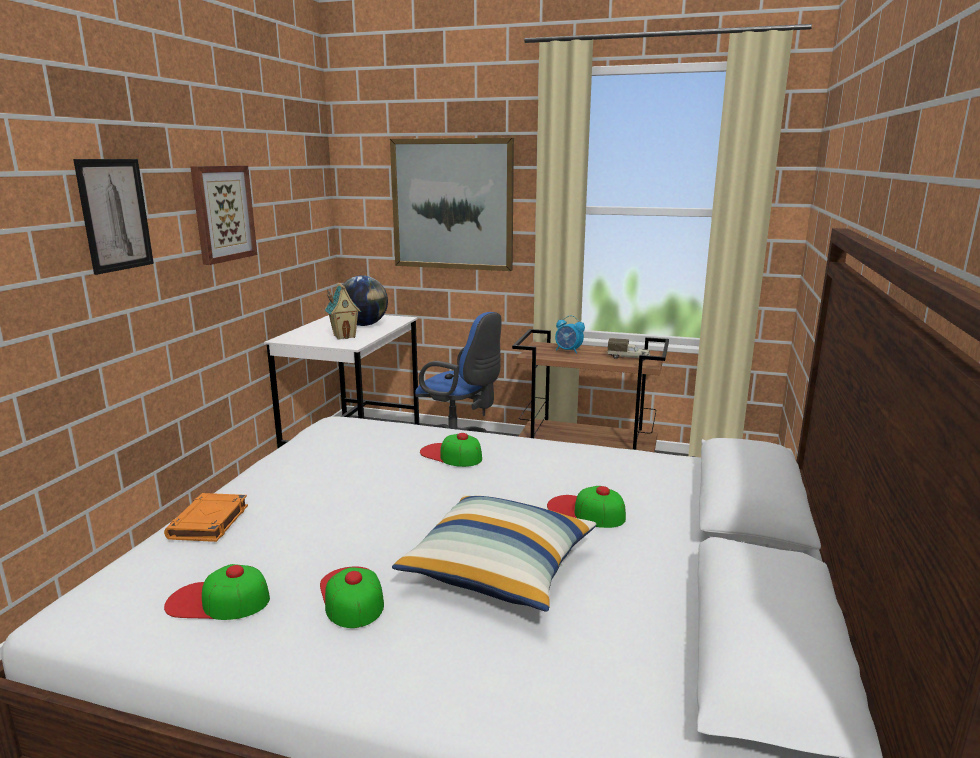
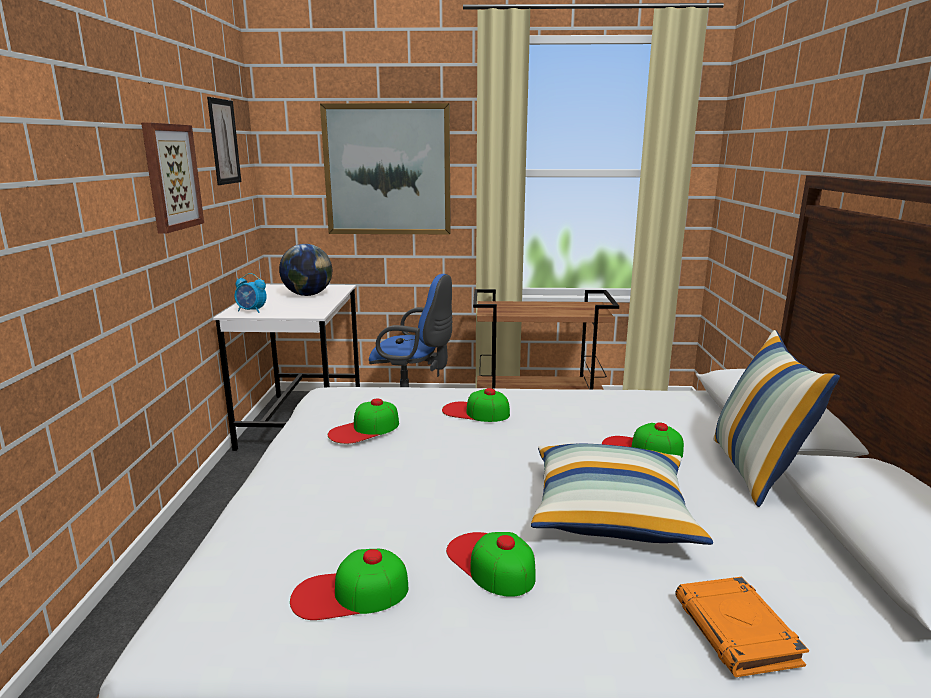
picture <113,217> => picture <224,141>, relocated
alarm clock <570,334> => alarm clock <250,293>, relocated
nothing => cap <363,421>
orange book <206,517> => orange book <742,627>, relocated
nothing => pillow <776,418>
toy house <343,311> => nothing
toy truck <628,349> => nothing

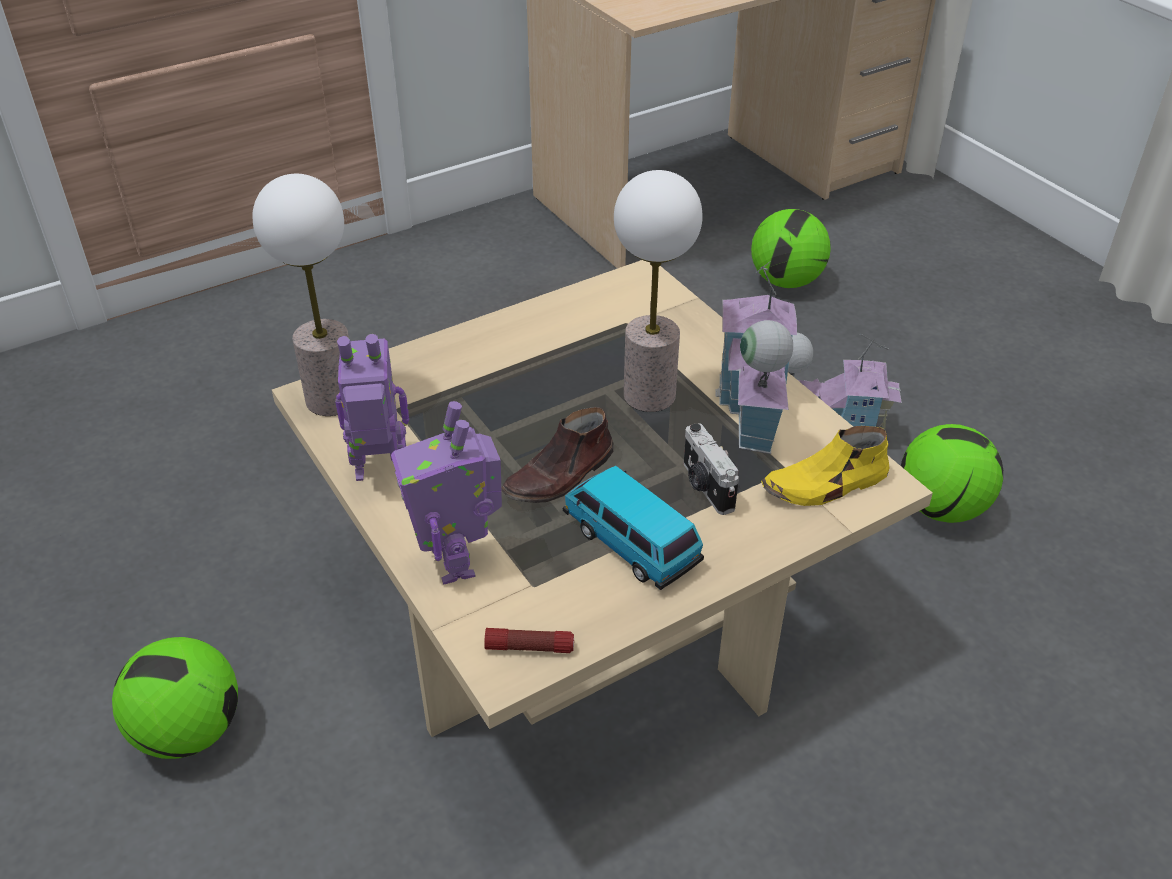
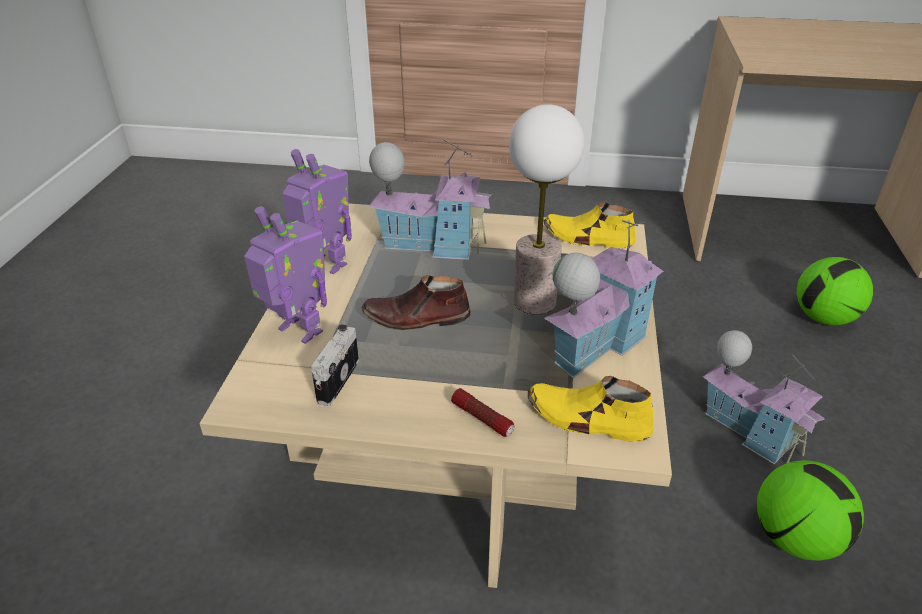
toy robot <446,493> => toy robot <285,275>, 105 degrees clockwise
photo camera <711,469> => photo camera <335,365>, relocated
nothing => toy house <430,199>
flashlight <529,640> => flashlight <482,412>, relocated
nothing => yellow shoe <589,225>
football <175,698> => nothing
table lamp <300,295> => nothing
toy car <633,528> => nothing

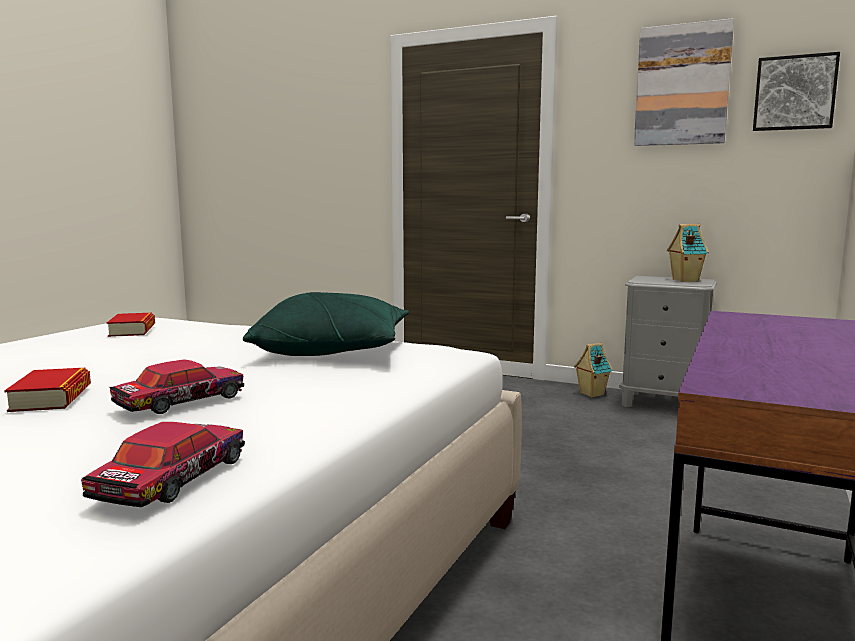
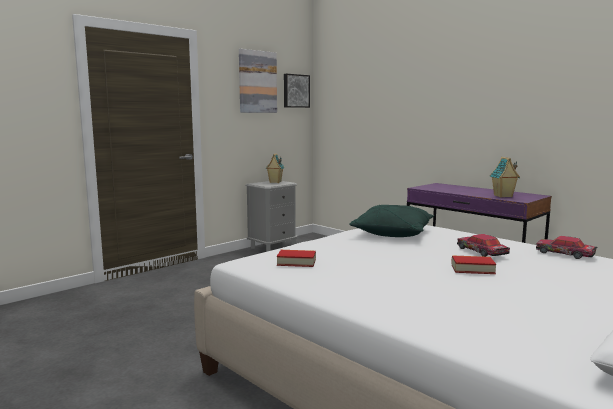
toy house <593,370> => toy house <505,177>, relocated

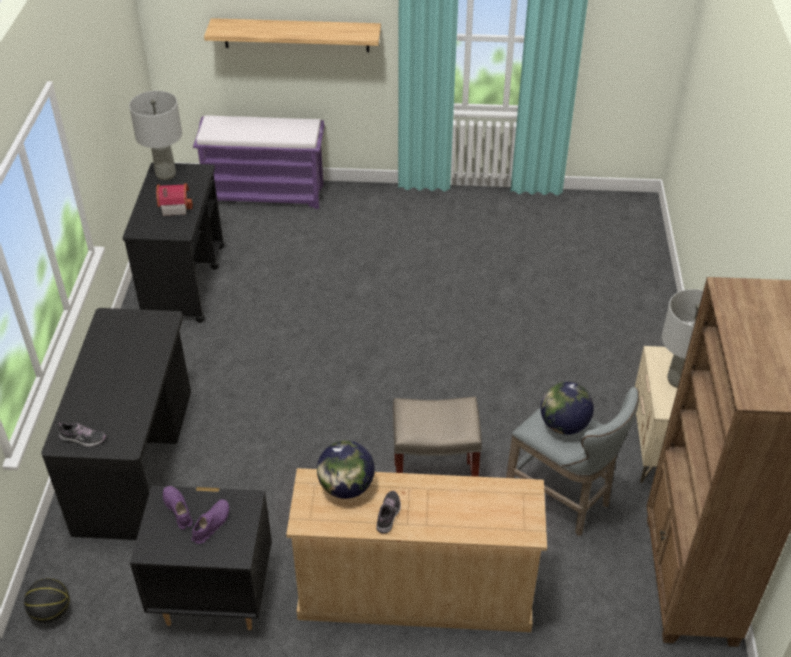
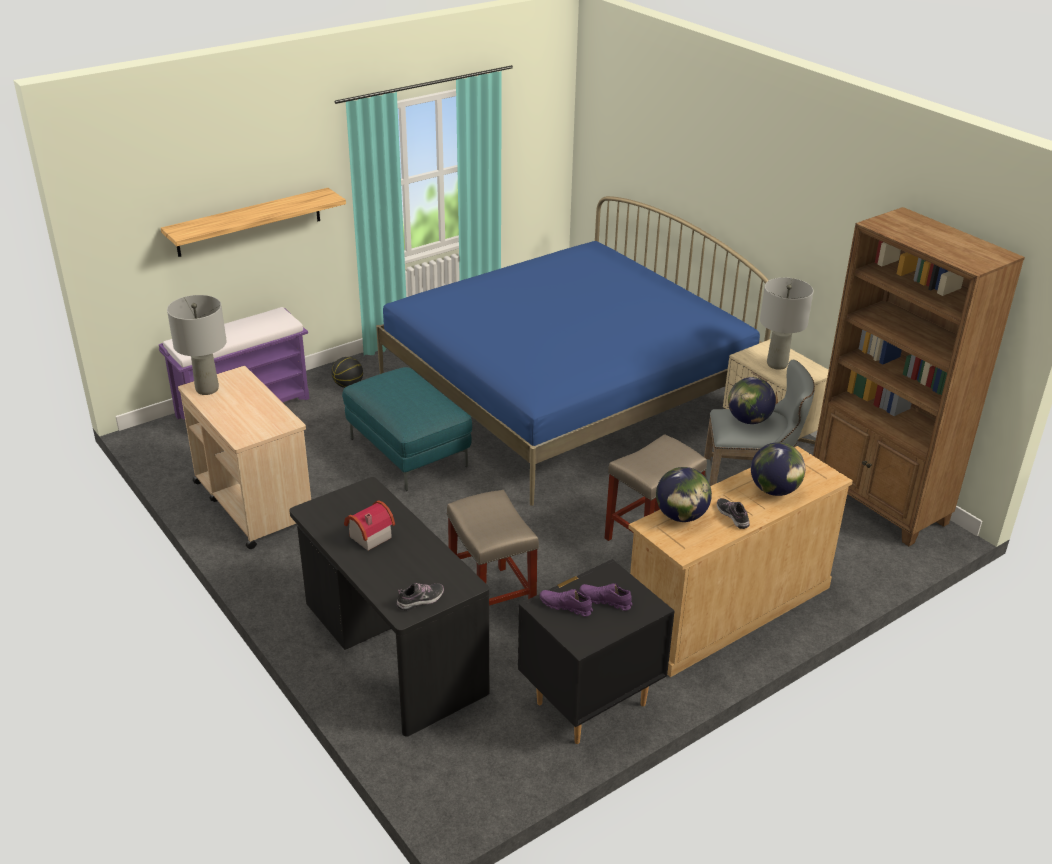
black cart <173,242> => beige cart <244,457>
basketball <47,600> => basketball <347,372>, relocated
nothing => turquoise ottoman <407,429>
toy house <174,199> => toy house <369,525>, relocated
nothing => blue bed <573,351>
nothing => beige stool <493,548>
purple shoe <210,521> => purple shoe <605,597>, 60 degrees counterclockwise
nothing => globe <778,469>

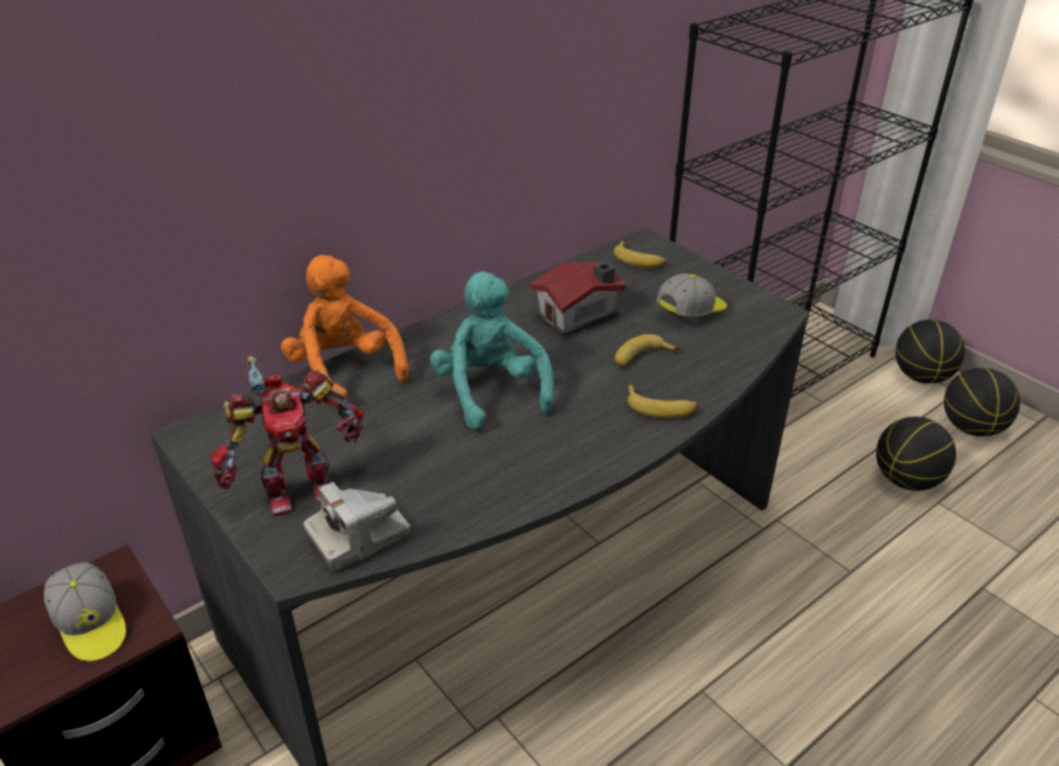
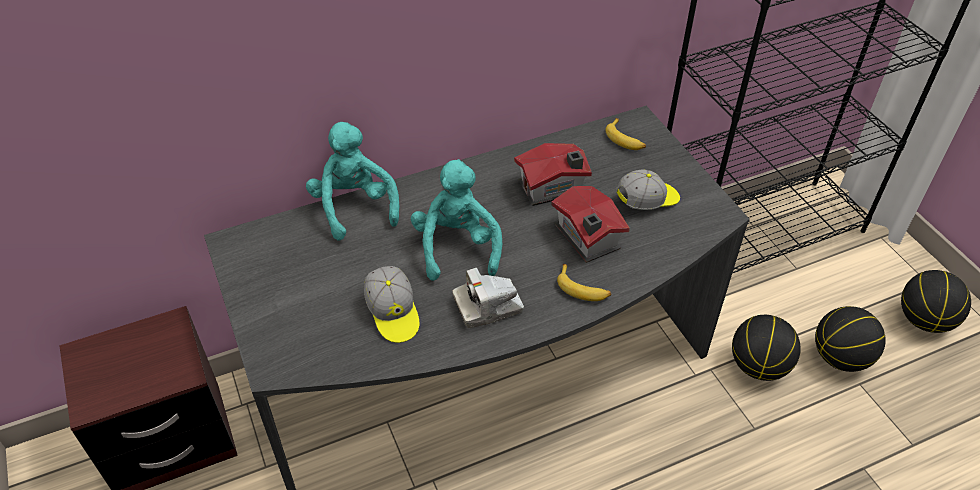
orange plush toy <344,331> => turquoise plush toy <352,181>
cap <85,612> => cap <392,304>, relocated
photo camera <357,526> => photo camera <488,298>, relocated
banana <647,350> => toy house <590,224>
basketball <930,352> => basketball <766,348>, relocated
toy robot <287,436> => nothing

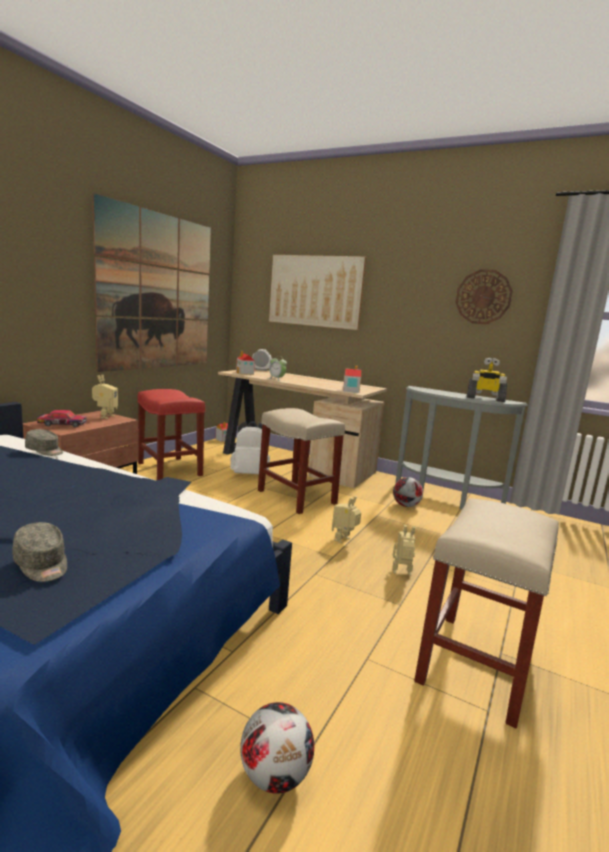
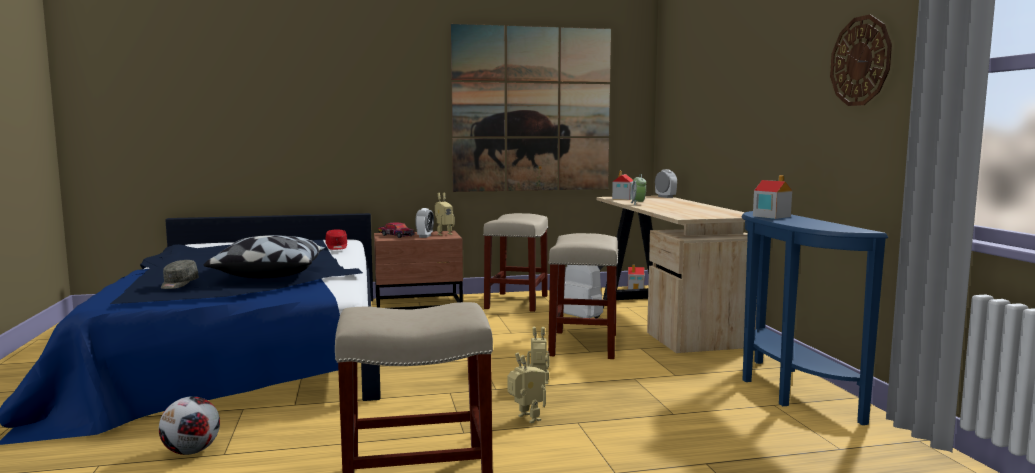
nothing => pillow <264,256>
grey cap <44,442> => red cap <336,239>
nothing => alarm clock <424,223>
red stool <171,434> => beige stool <515,262>
grey console table <462,447> => blue console table <814,318>
toy house <352,379> => toy house <772,197>, relocated
picture <317,292> => nothing
football <408,492> => nothing
toy robot <487,380> => nothing

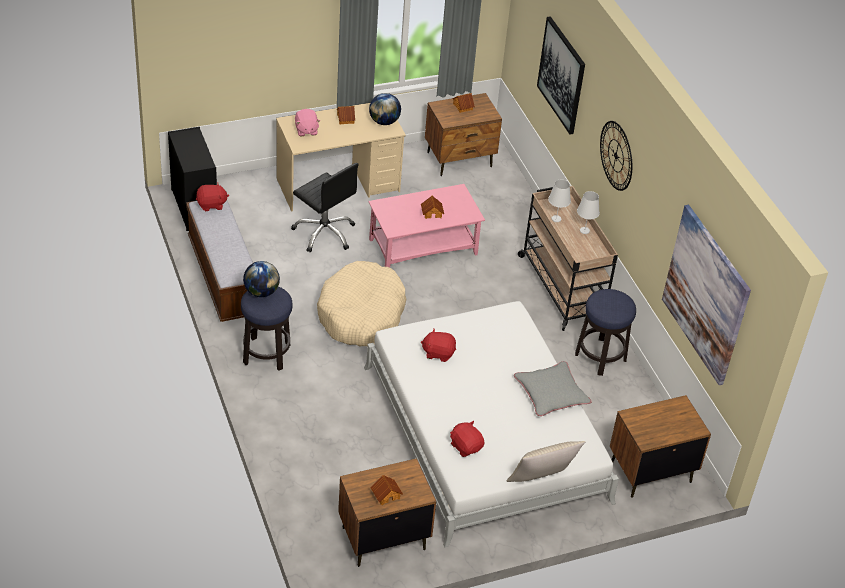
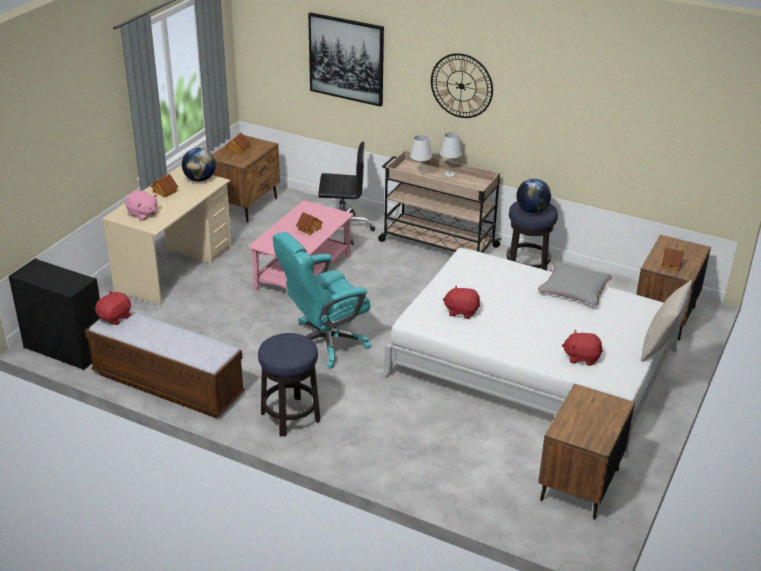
beige dog bed <361,303> => turquoise office chair <322,300>
black office chair <324,208> => black office chair <346,193>, relocated
red plush toy <438,345> => red plush toy <461,302>, 45 degrees clockwise
globe <261,279> => globe <533,195>, relocated
toy house <387,490> => toy house <673,259>, relocated
picture <706,295> => nothing

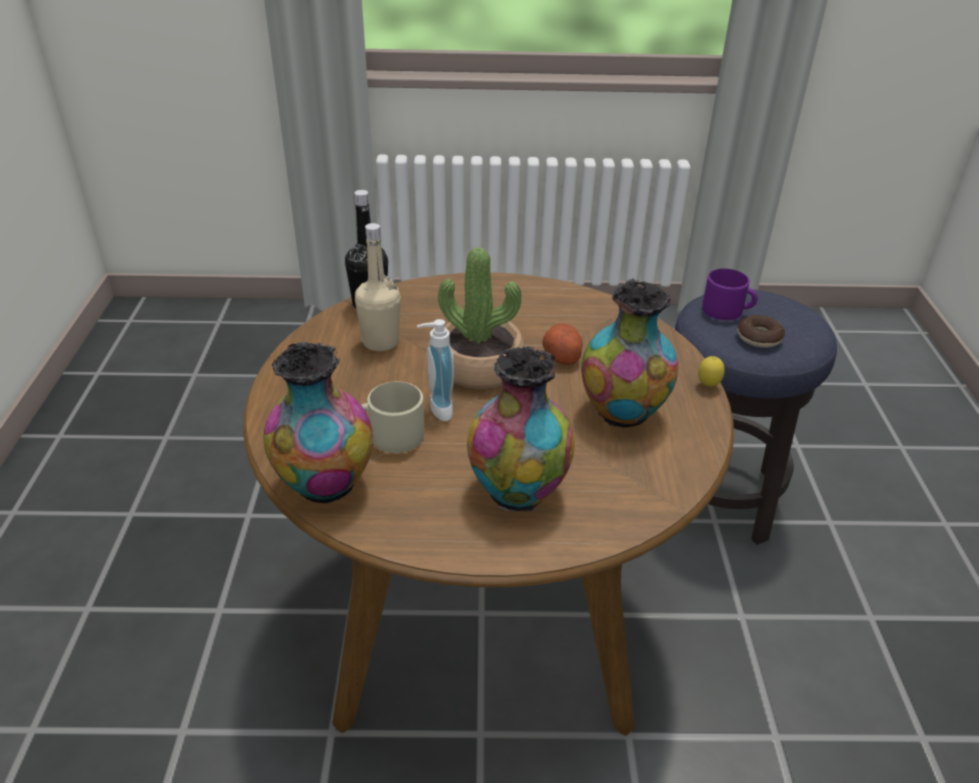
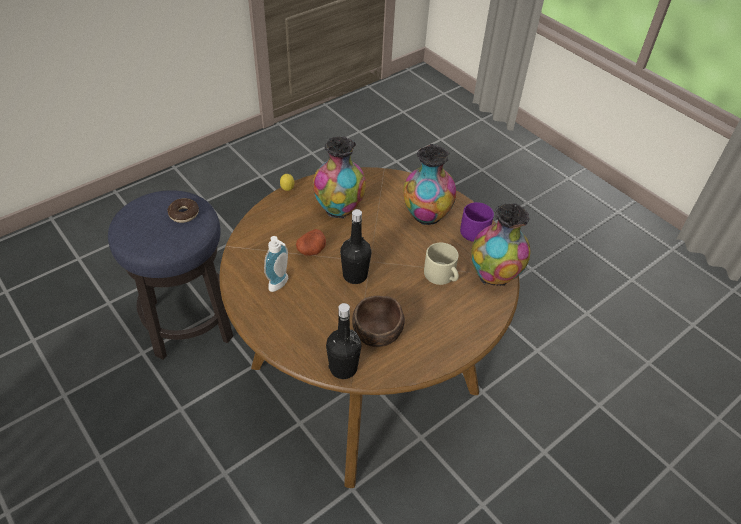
soap dispenser <435,370> => soap dispenser <276,264>, relocated
potted plant <481,318> => black bottle <355,246>
beige bottle <378,287> => brown bowl <378,321>
purple mug <730,294> => purple mug <477,222>, relocated

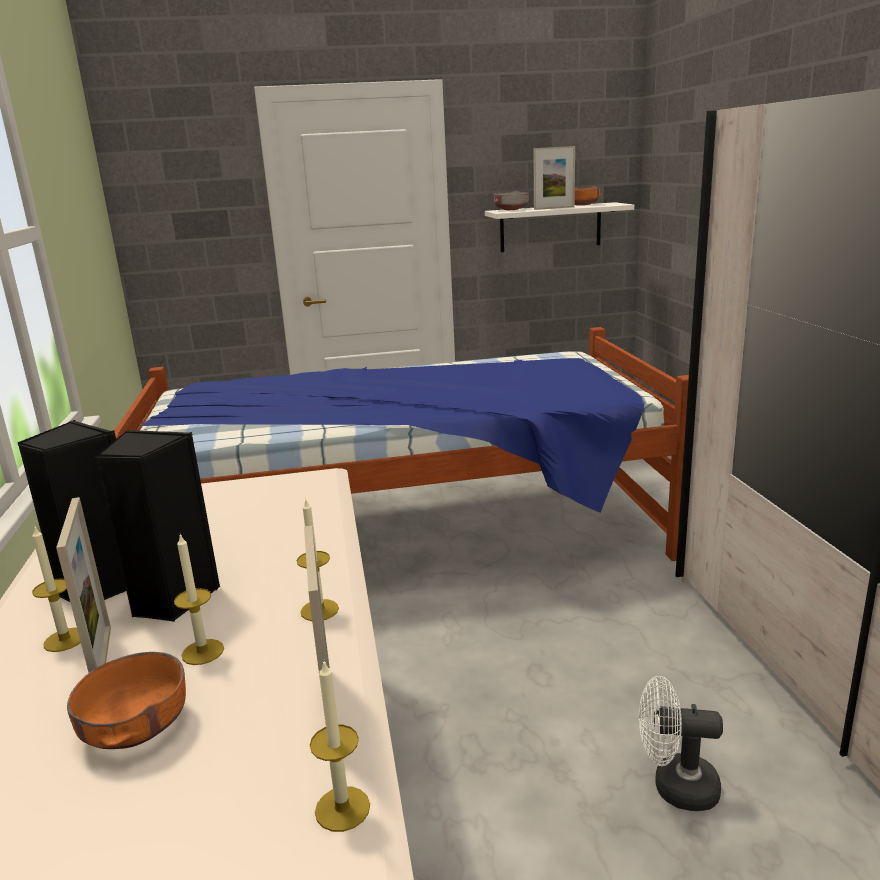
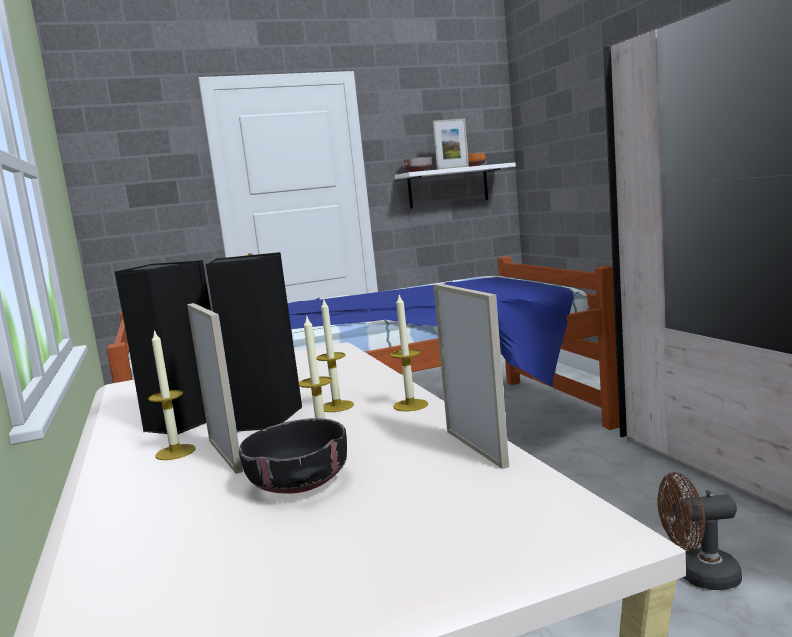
orange bowl <126,700> => black bowl <293,456>
candle <340,747> => candle <335,355>, relocated
white fan <681,743> => brown fan <699,531>

